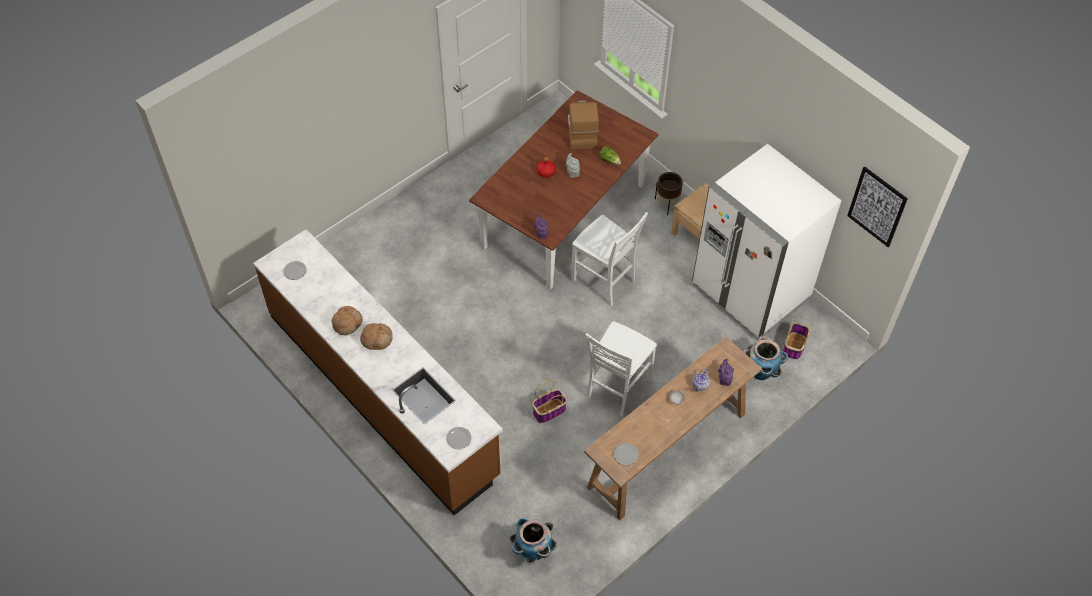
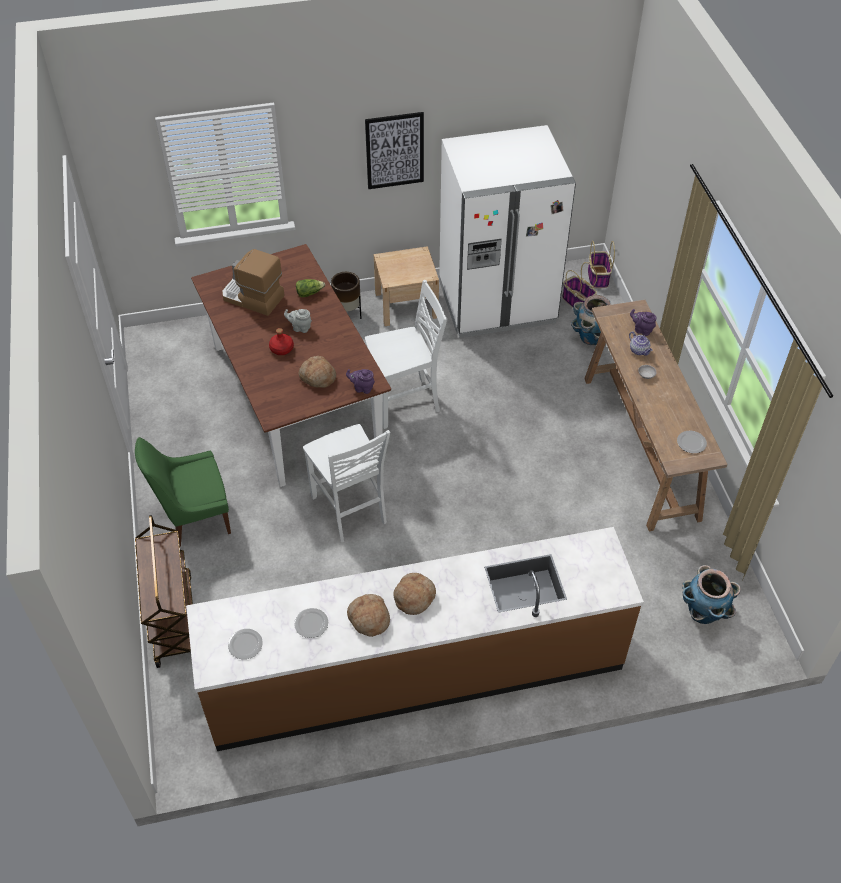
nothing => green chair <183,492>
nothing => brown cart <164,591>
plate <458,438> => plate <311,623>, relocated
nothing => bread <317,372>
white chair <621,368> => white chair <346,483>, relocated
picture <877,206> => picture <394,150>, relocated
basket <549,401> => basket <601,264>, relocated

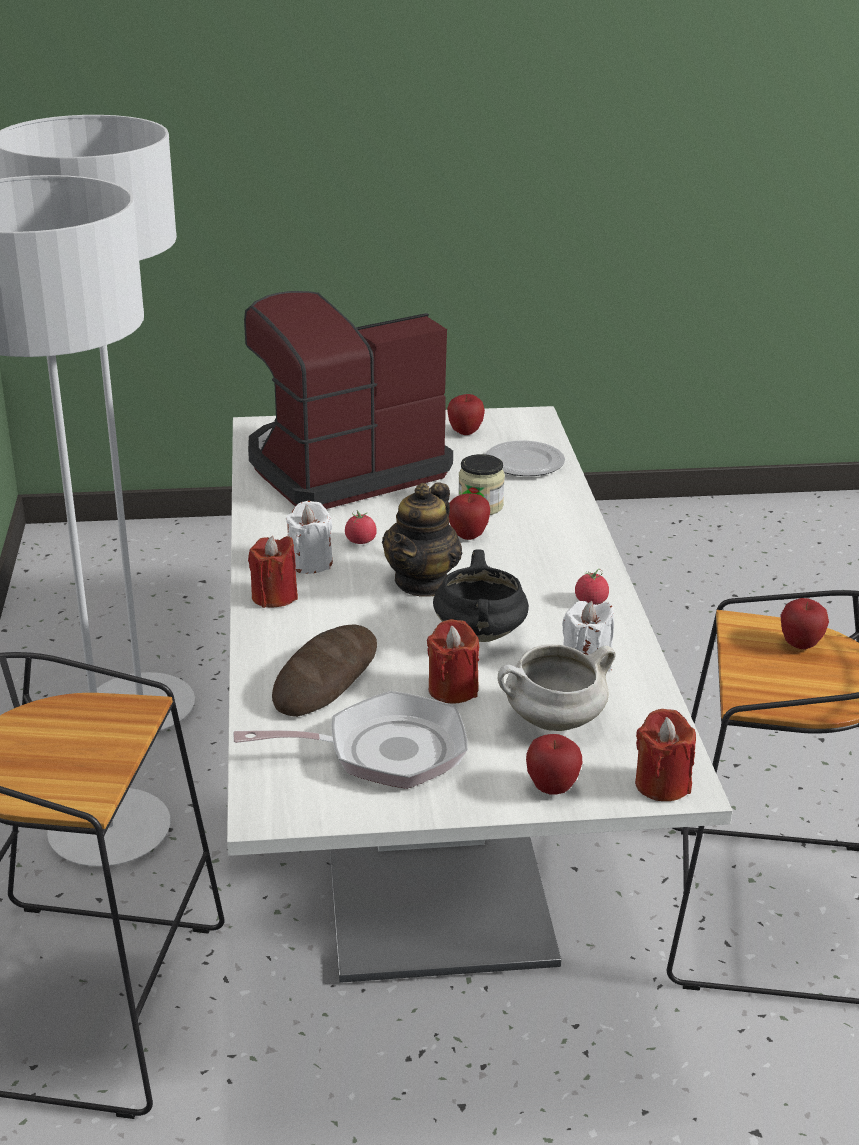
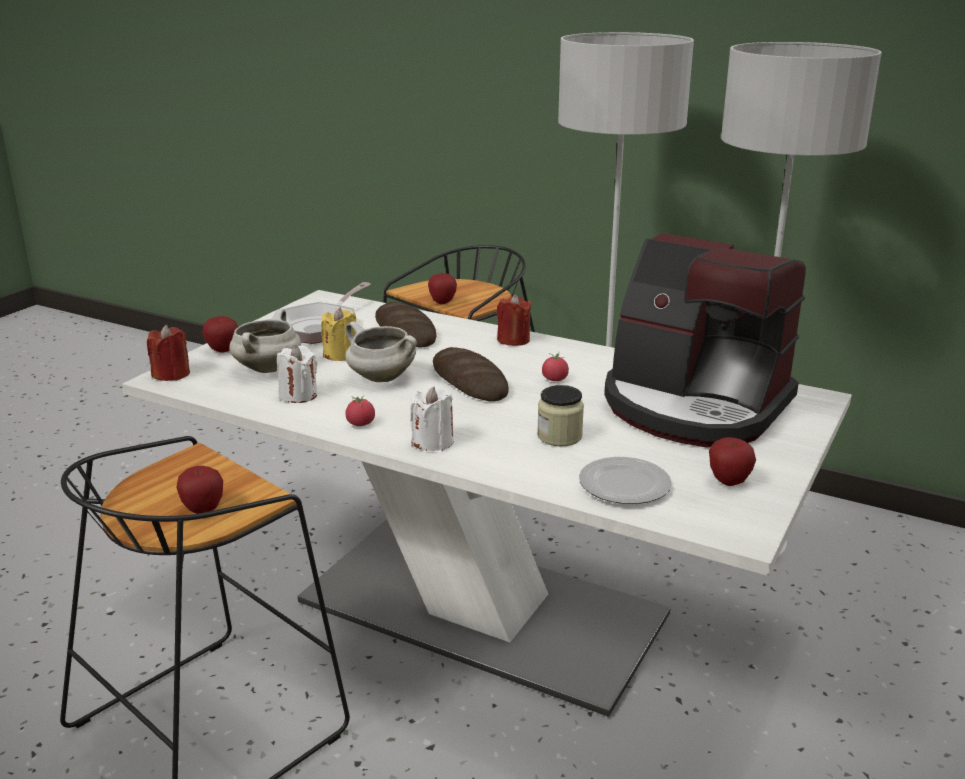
red candle <453,661> => yellow candle <338,334>
black cooking pot <481,596> => white cooking pot <381,351>
white candle <309,537> => white candle <431,419>, relocated
apple <469,516> => apple <442,288>, relocated
teapot <422,539> => bread <471,374>
coffee machine <348,400> => coffee machine <705,340>, 120 degrees clockwise

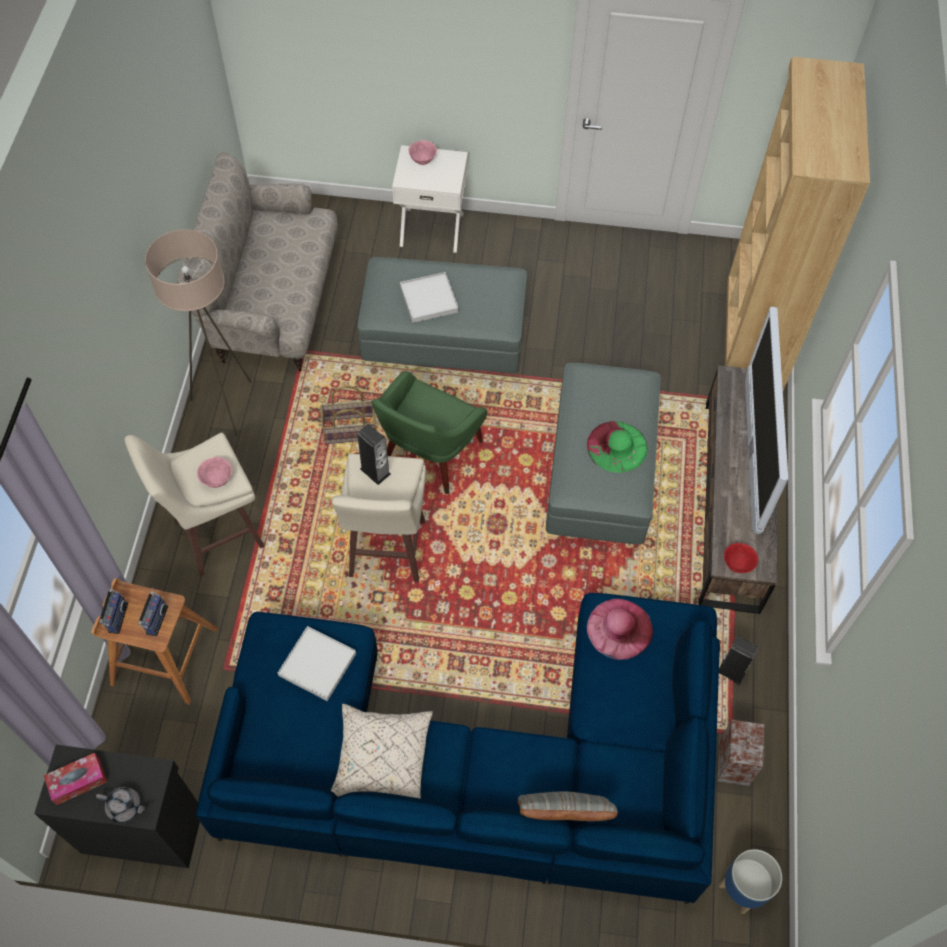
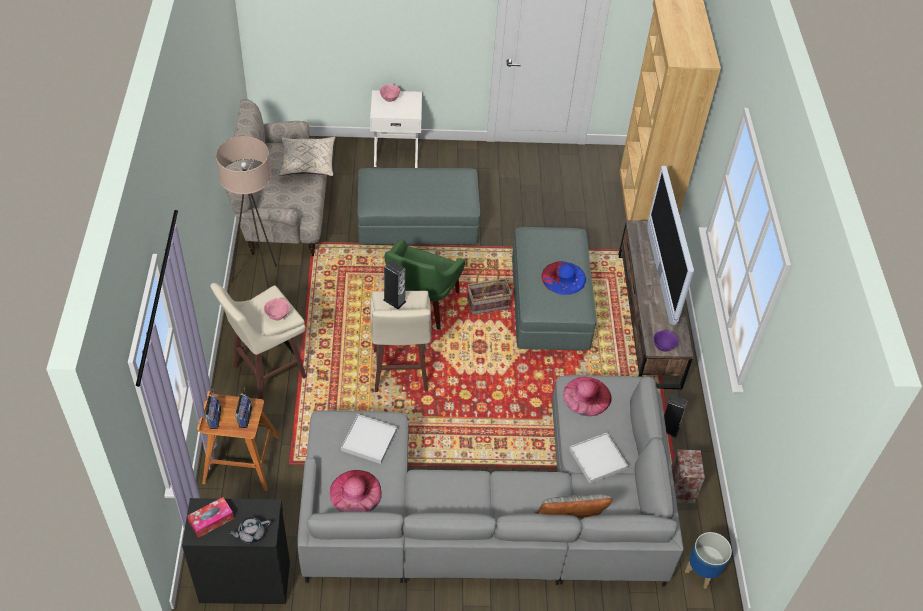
grey teapot <122,805> => grey teapot <249,530>, 150 degrees clockwise
beige pillow <382,751> => beige pillow <307,156>, relocated
blue sofa <458,748> => grey sofa <490,481>
nothing => pink hat <355,491>
basket <348,415> => basket <489,290>, relocated
green hat <617,447> => blue hat <564,278>
white tray <429,297> => white tray <598,458>, relocated
red bowl <741,558> => purple bowl <665,341>

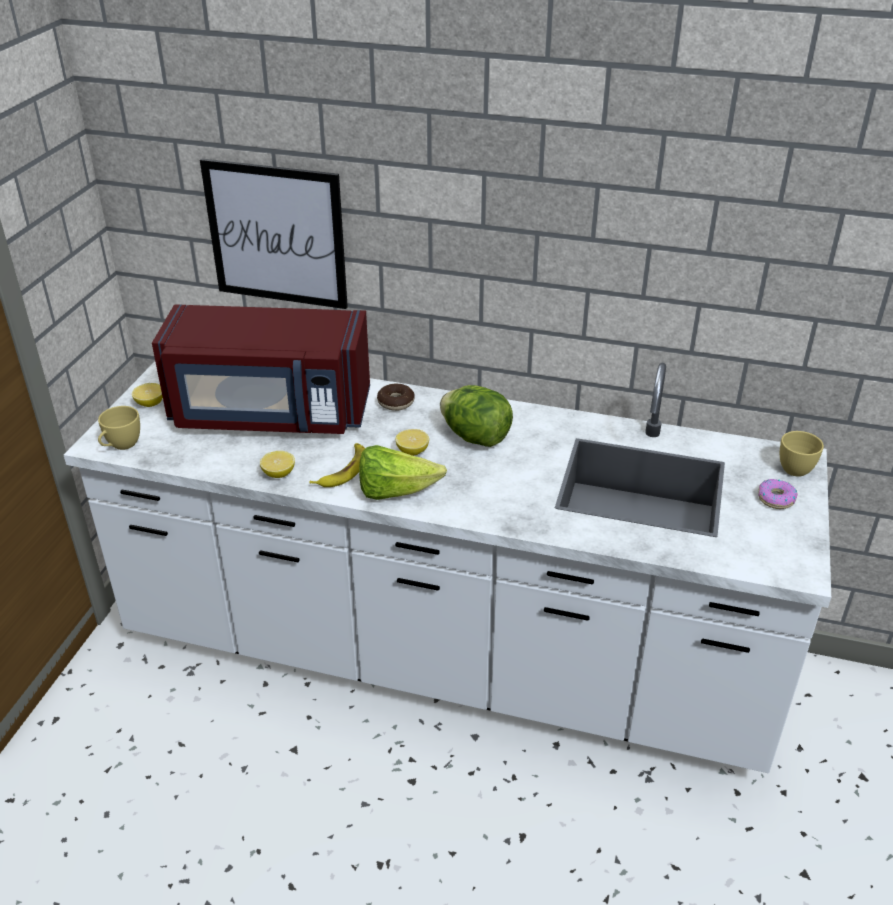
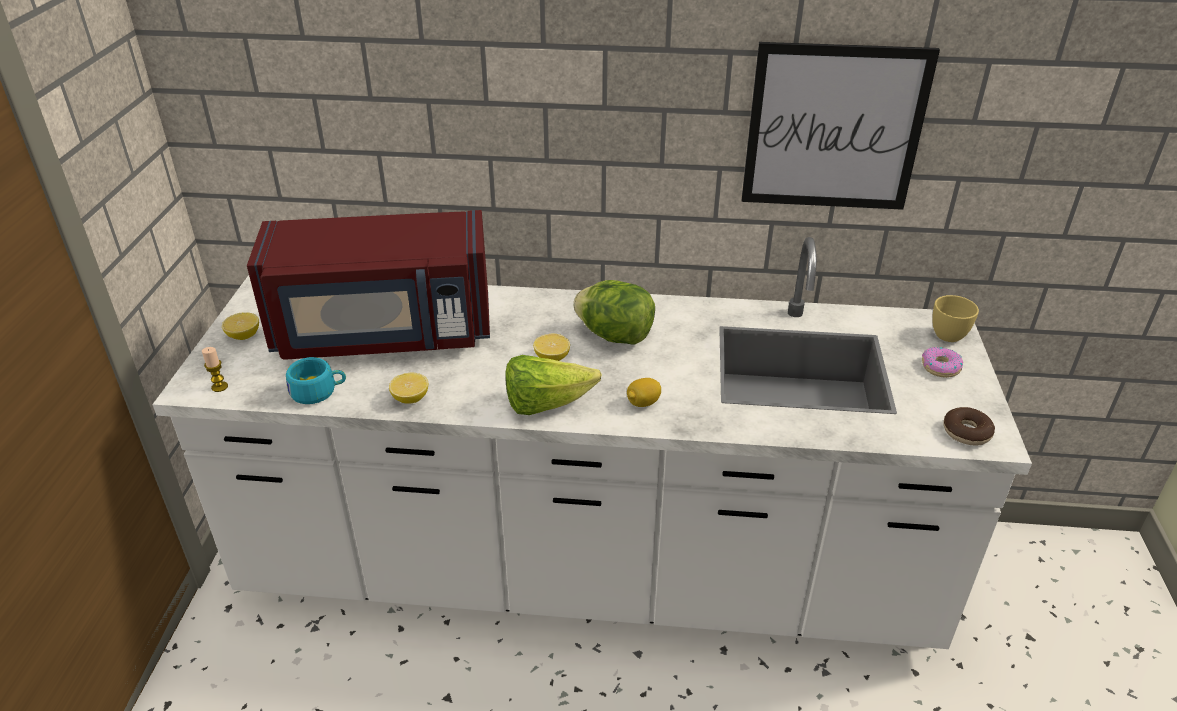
yellow cup <119,428> => candle <215,369>
nothing => turquoise cup <316,380>
nothing => lemon <644,392>
picture <274,234> => picture <840,126>, relocated
donut <396,397> => donut <969,426>, relocated
banana <337,465> => nothing

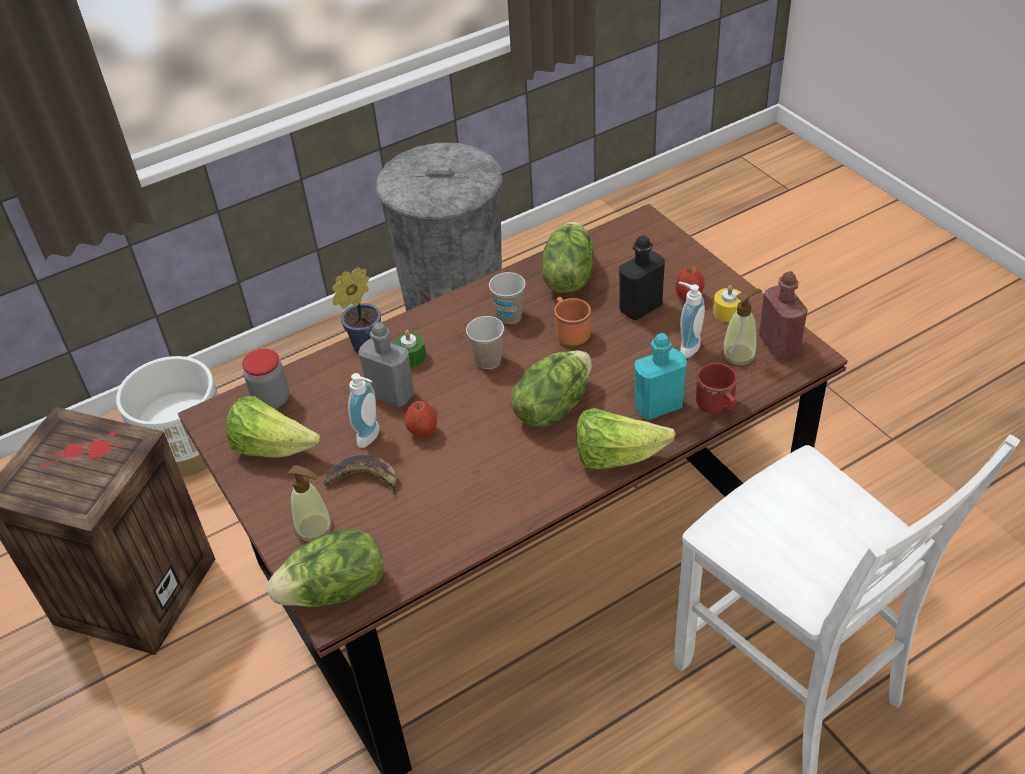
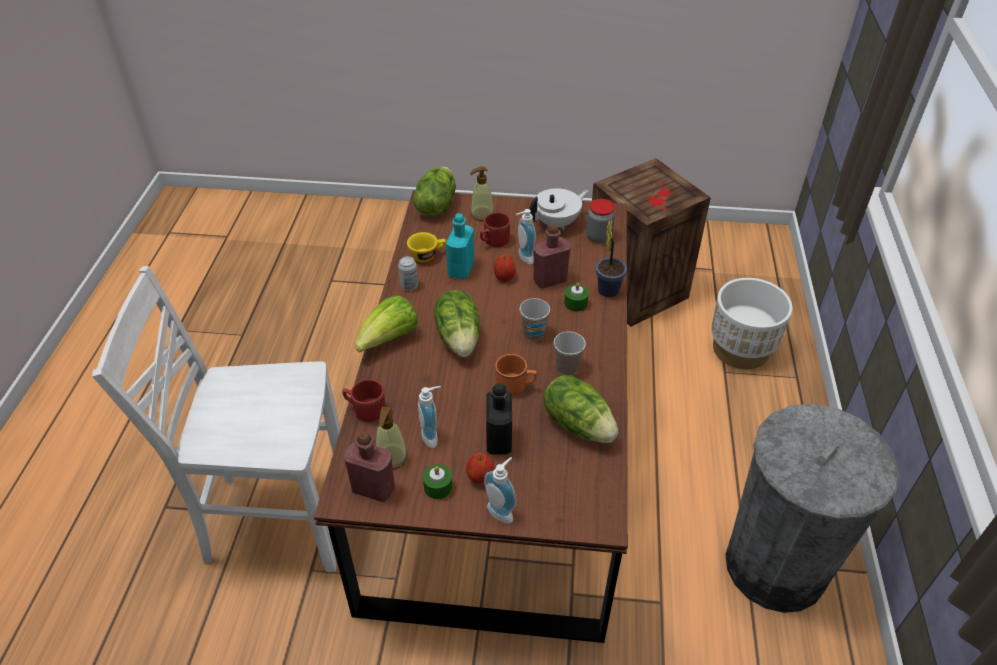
nothing => can <408,273>
nothing => yellow cup <426,247>
yellow candle <727,303> => green candle <438,481>
turquoise bottle <660,376> => turquoise bottle <460,246>, relocated
banana <361,477> => red mug <495,229>
nothing => soap dispenser <500,490>
lettuce <273,426> => white teapot <558,209>
grey bottle <386,364> => red bottle <552,256>

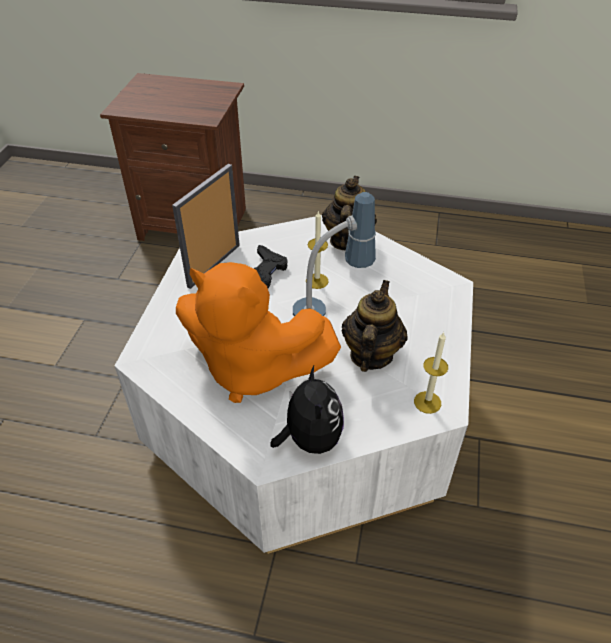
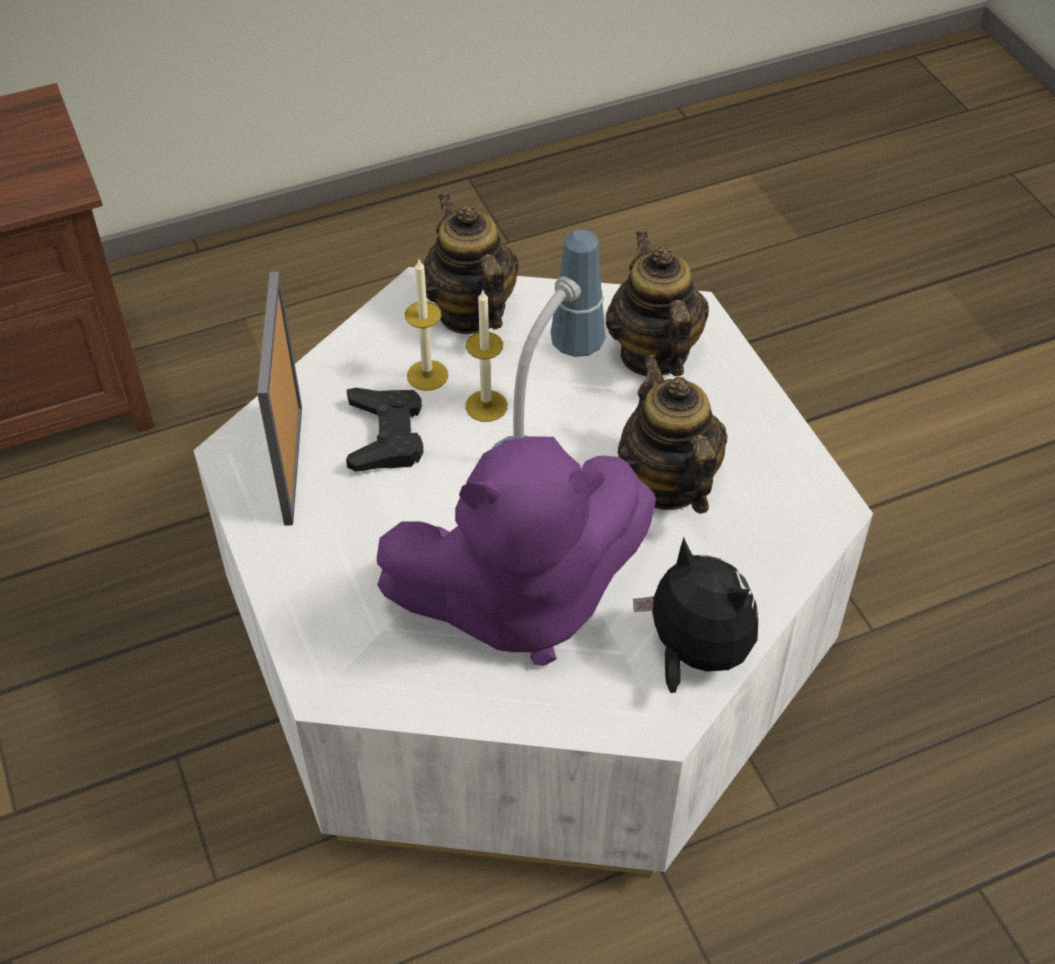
orange plush toy <258,332> => purple plush toy <516,551>
candle <431,373> => candle <426,325>, relocated
nothing => teapot <657,303>

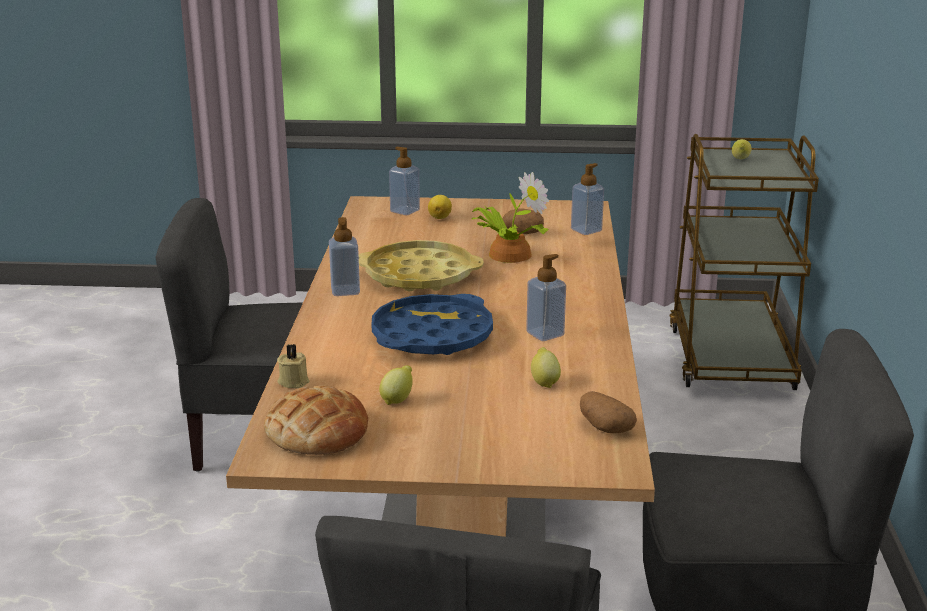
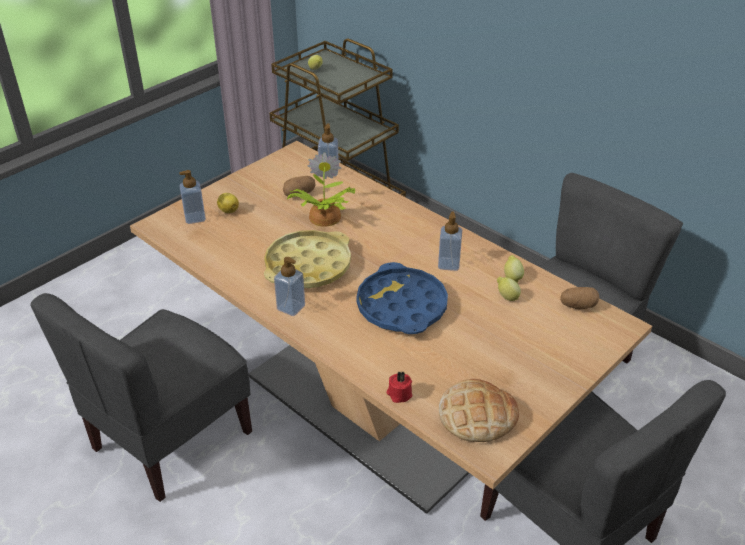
beige candle <293,366> => red candle <399,387>
lemon <396,385> => lemon <514,269>, relocated

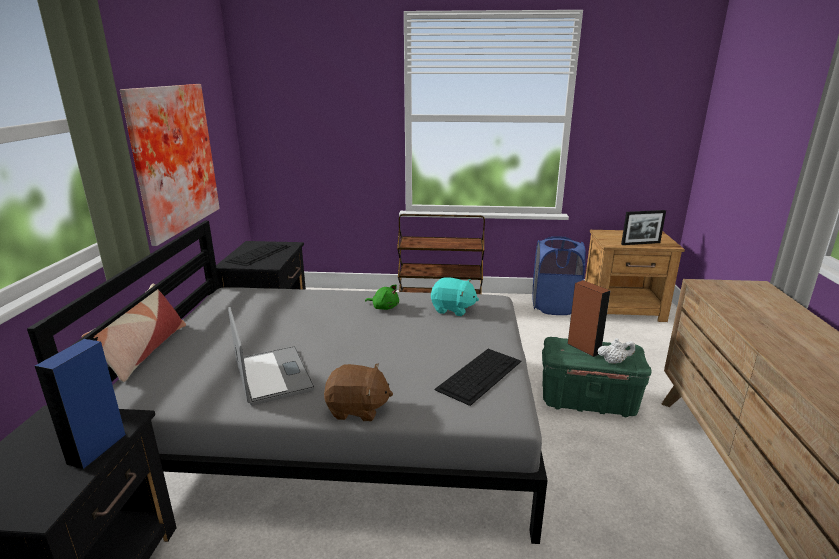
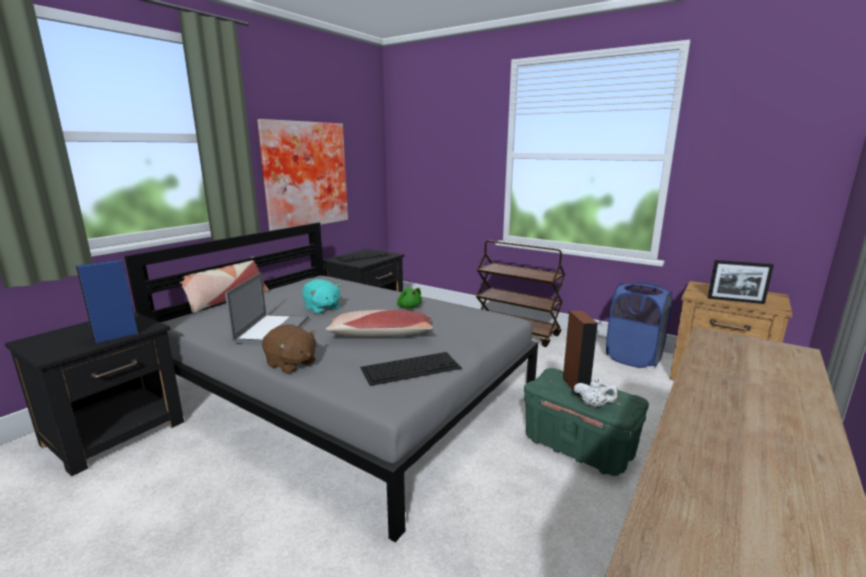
turquoise plush toy <455,296> => turquoise plush toy <321,296>, relocated
nothing => pillow <379,323>

